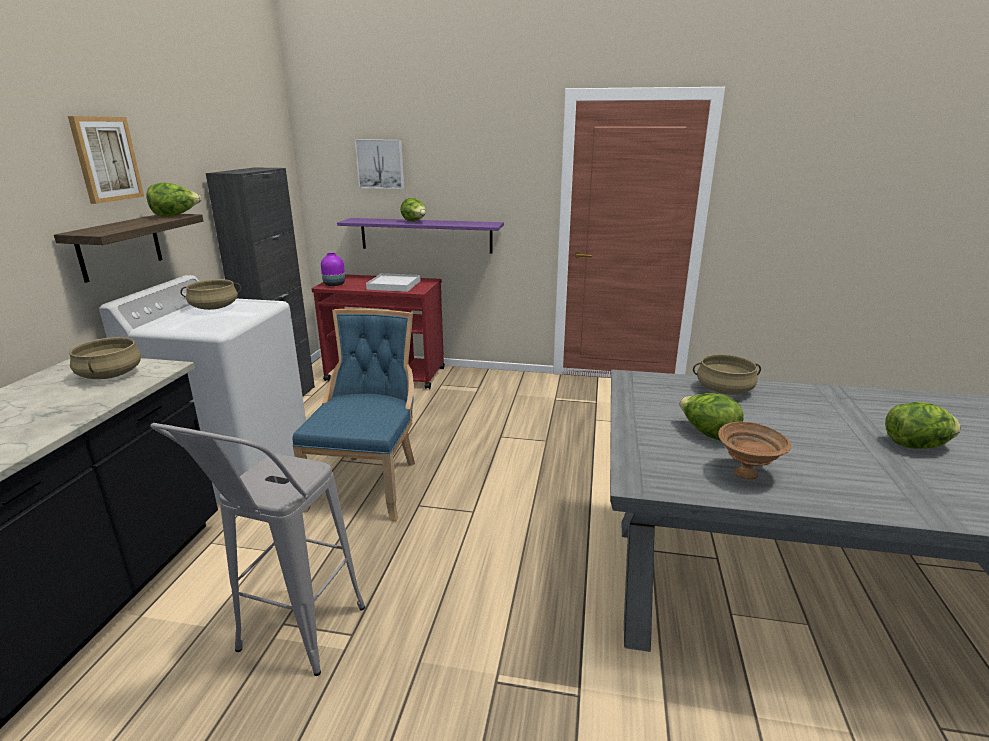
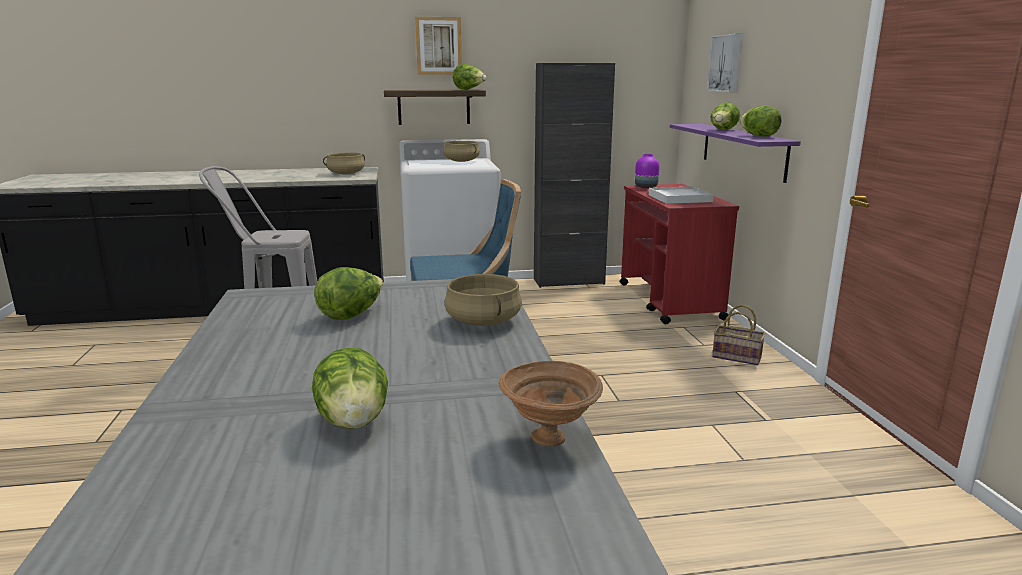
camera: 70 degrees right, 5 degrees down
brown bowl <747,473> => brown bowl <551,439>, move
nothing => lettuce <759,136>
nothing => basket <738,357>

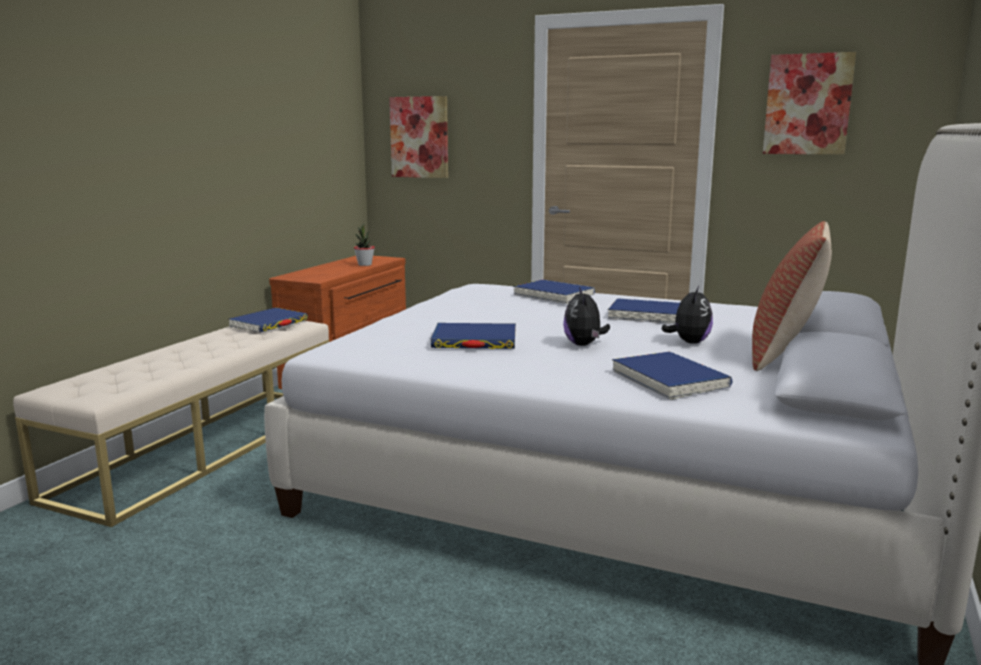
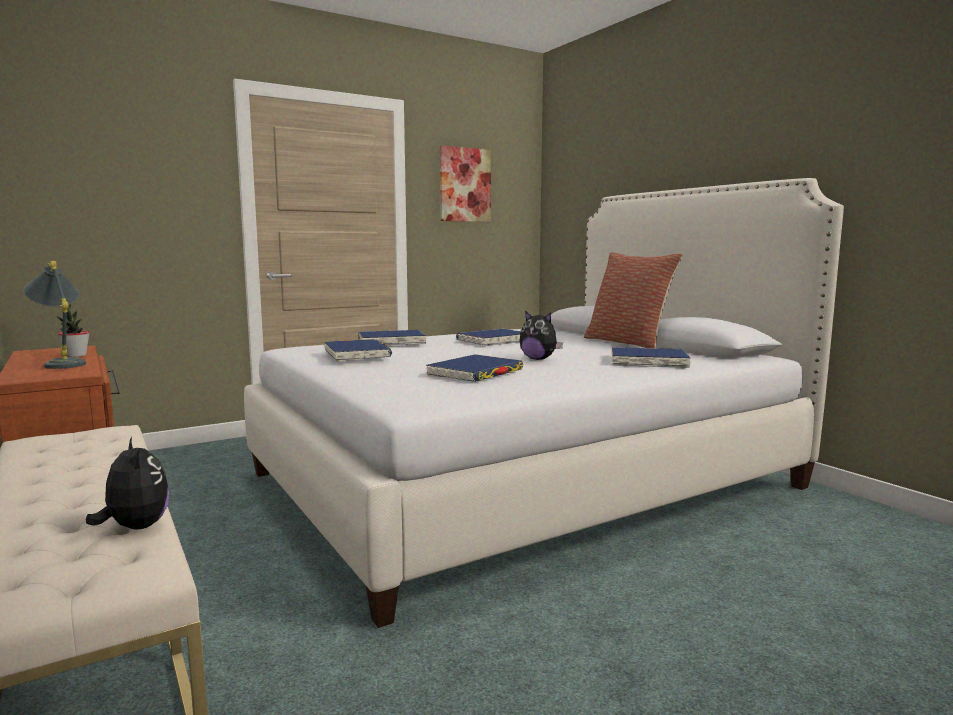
camera: 55 degrees left, 5 degrees down
picture <419,137> => nothing
plush toy <689,342> => plush toy <135,527>, move
blue book <269,324> => blue book <357,354>, move
nothing => grey table lamp <62,363>

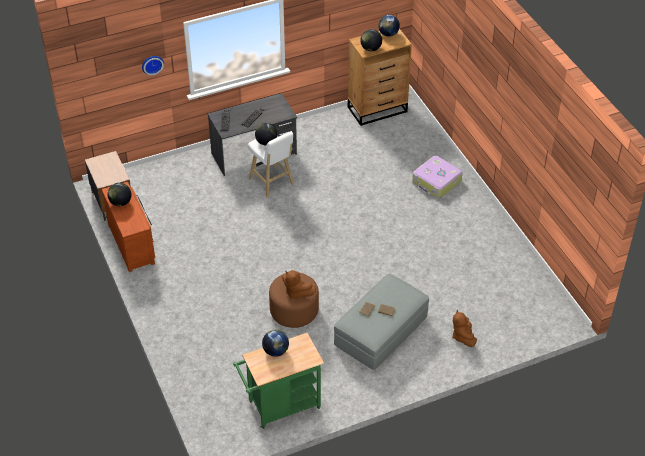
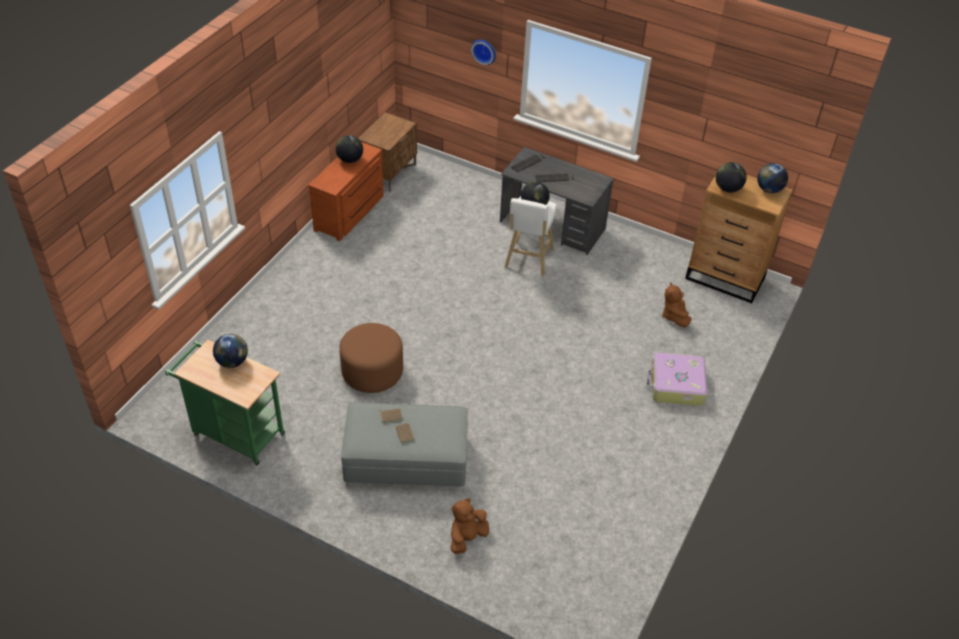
camera: 50 degrees right, 0 degrees up
brown plush toy <296,292> => brown plush toy <674,316>, move

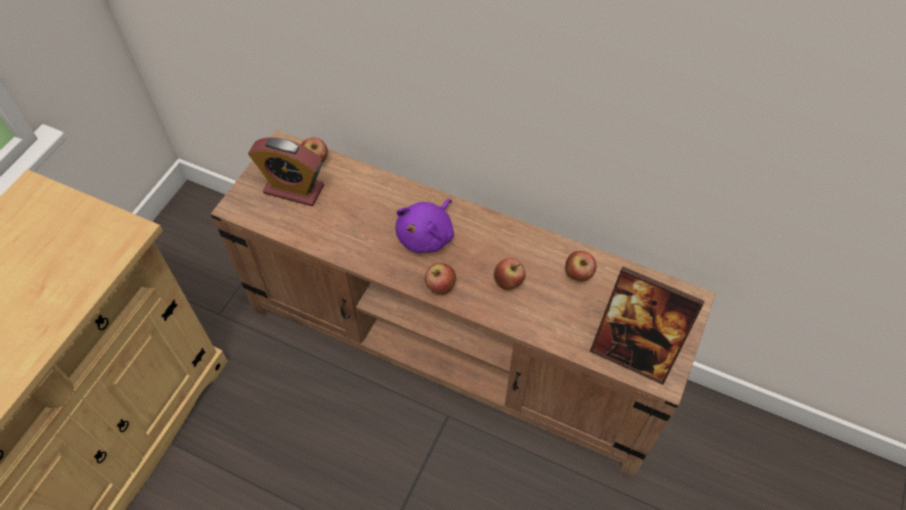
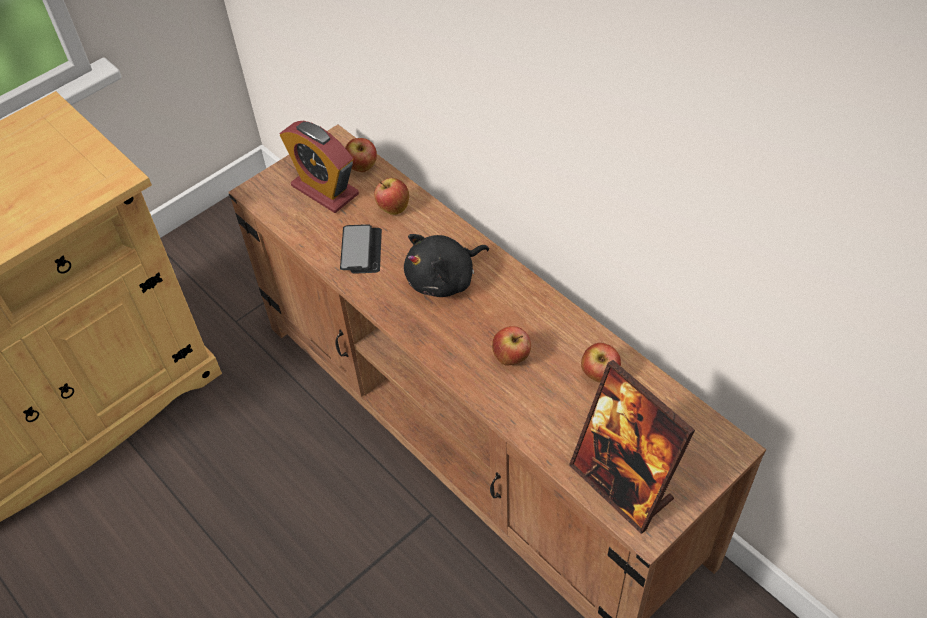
camera: 25 degrees right, 5 degrees down
purple plush toy <427,235> => black plush toy <444,279>
apple <440,287> => apple <393,208>, move
nothing => phone <361,250>

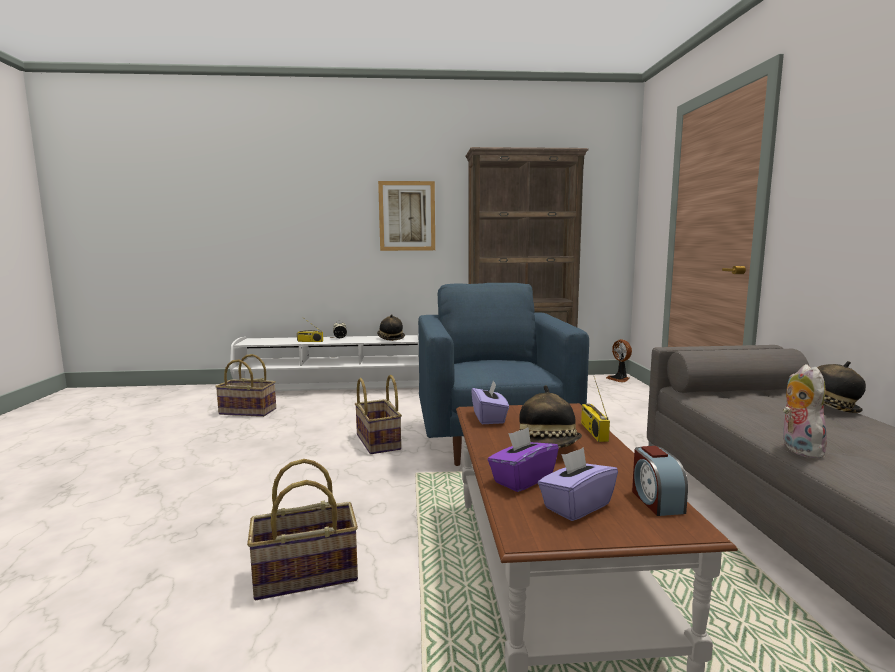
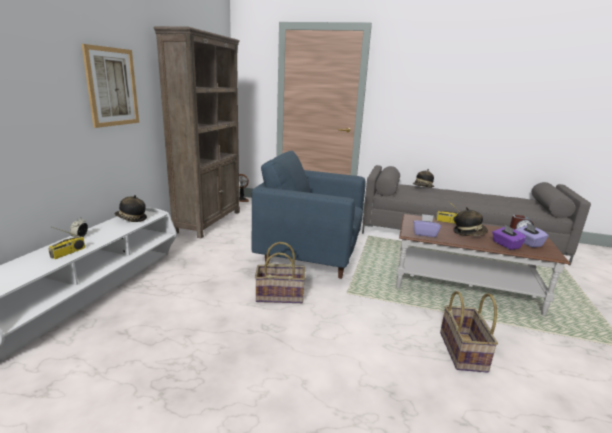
camera: 70 degrees left, 10 degrees up
basket <247,412> => nothing
plush toy <797,449> => nothing

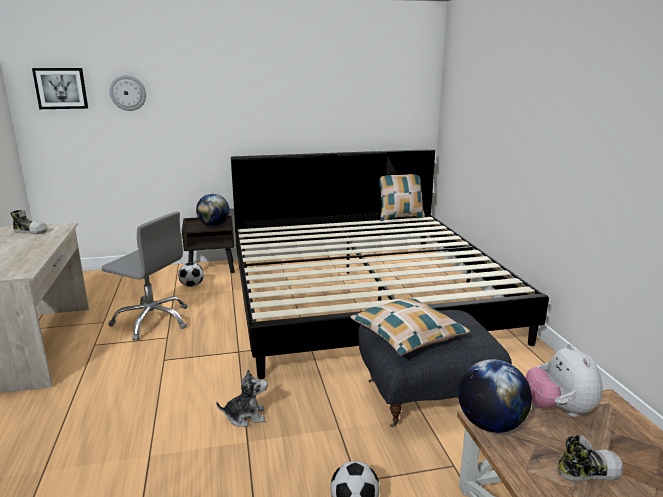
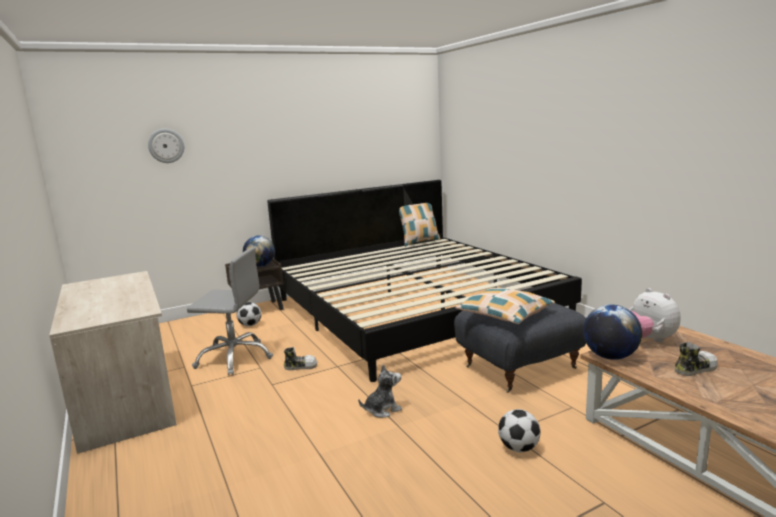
camera: 15 degrees left, 5 degrees down
picture <61,88> => nothing
shoe <31,231> => shoe <300,366>, move

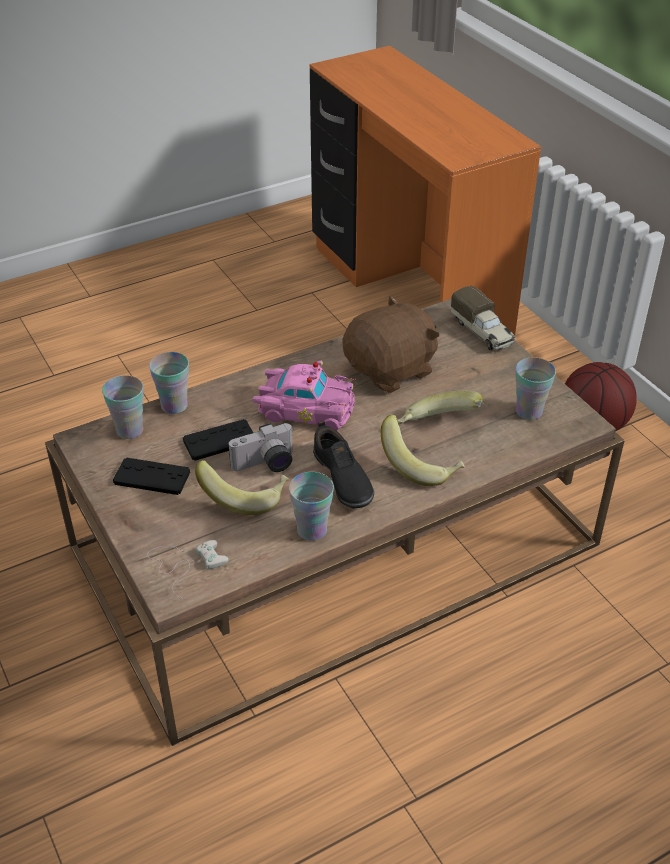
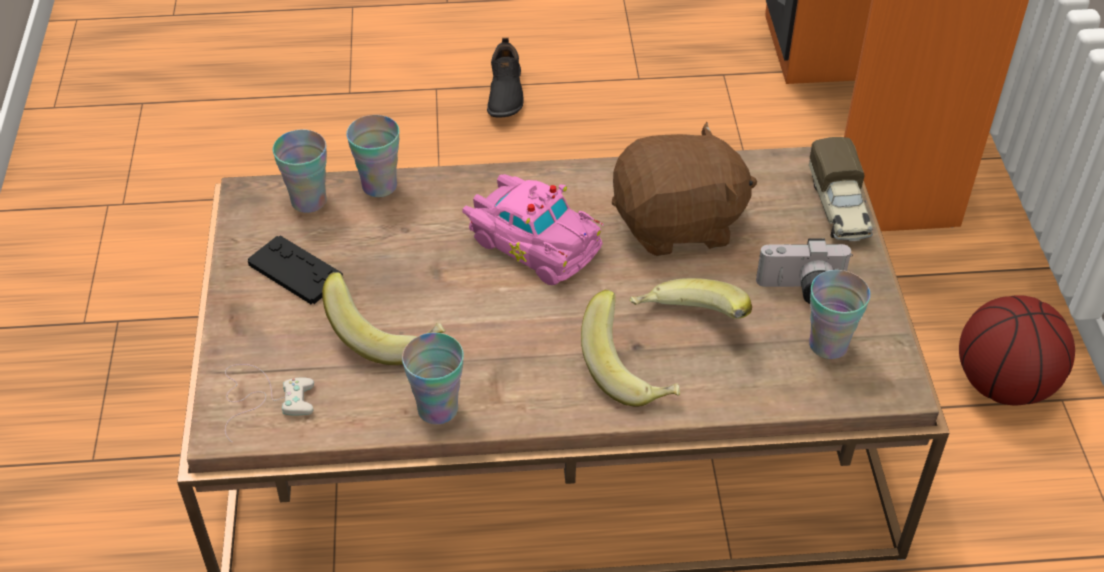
camera: 25 degrees right, 5 degrees up
black game controller <219,441> => nothing
black shoe <342,479> => black shoe <504,93>, move
photo camera <265,465> => photo camera <802,290>, move

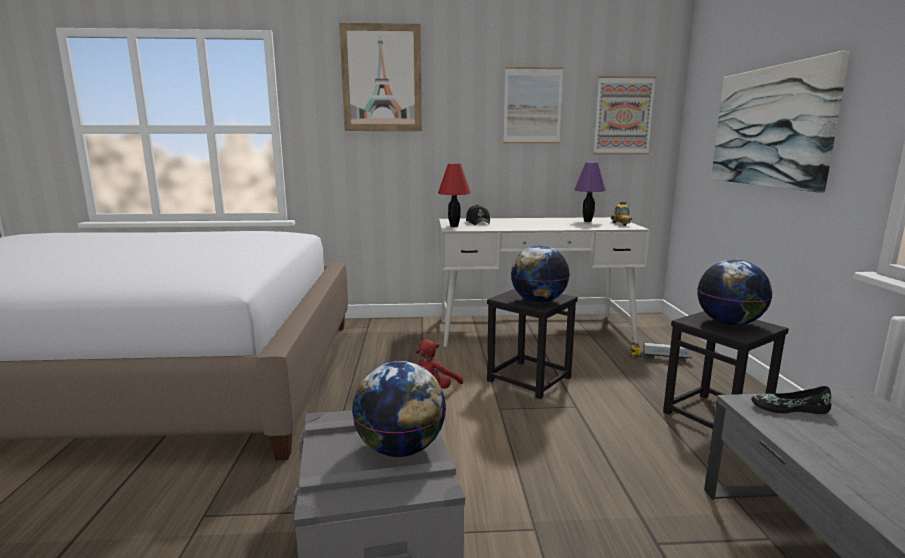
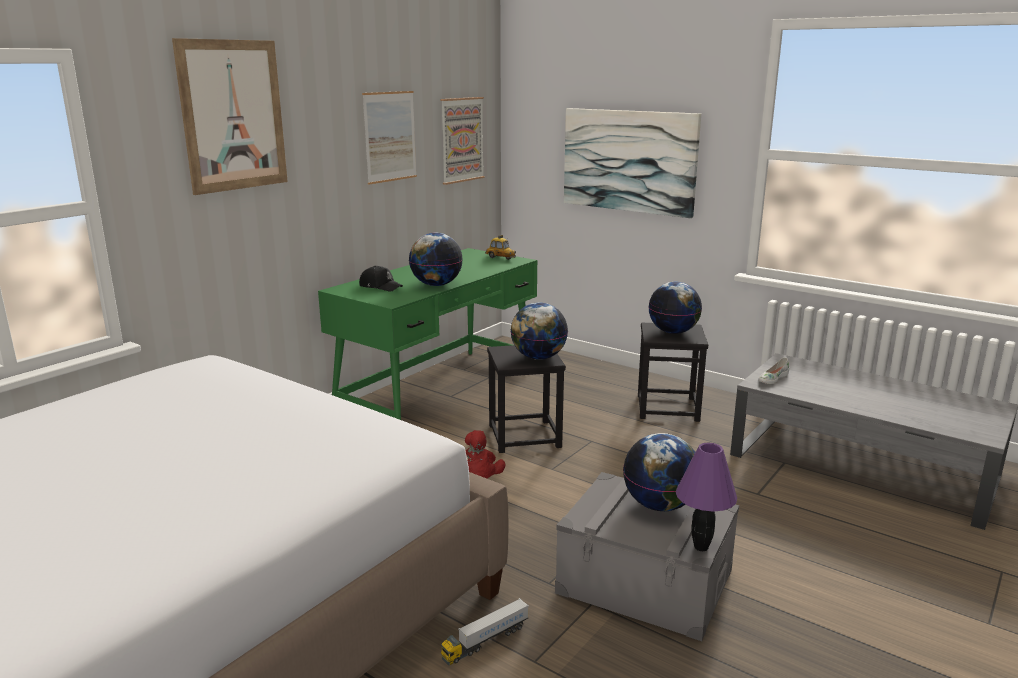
camera: 50 degrees left, 5 degrees up
purple table lamp <588,221> => purple table lamp <701,547>, move
red table lamp <454,226> => nothing
white desk <533,330> => green desk <440,391>
toy truck <659,358> => toy truck <485,641>, move
black shoe <788,408> => white shoe <772,378>
nothing => globe <436,285>

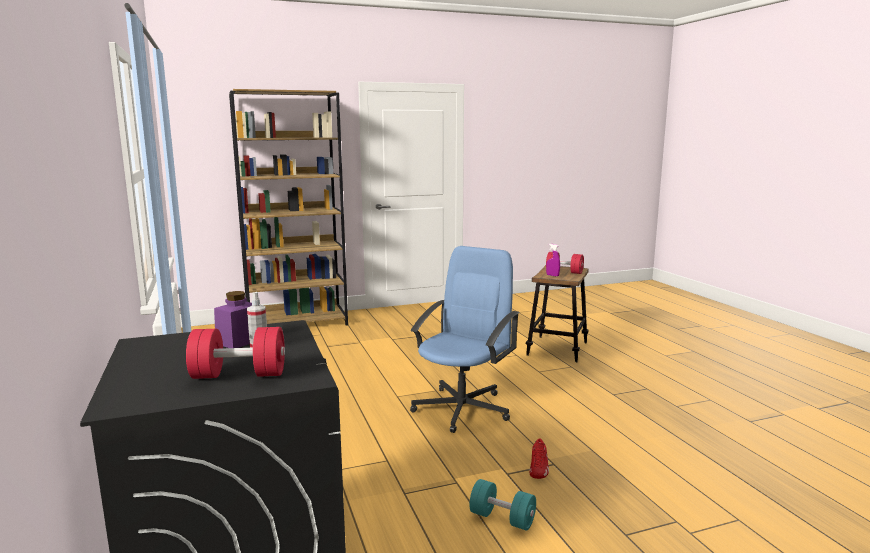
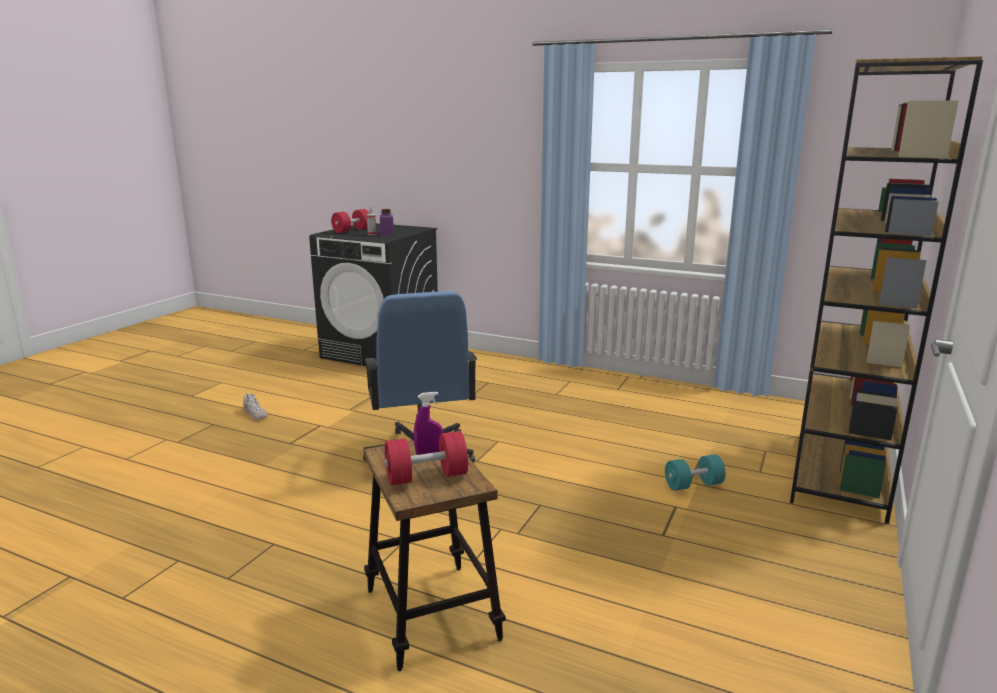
camera: 135 degrees right, 5 degrees up
red shoe <539,468> => nothing
turquoise dumbbell <502,518> => turquoise dumbbell <693,485>, move
nothing => white shoe <255,414>

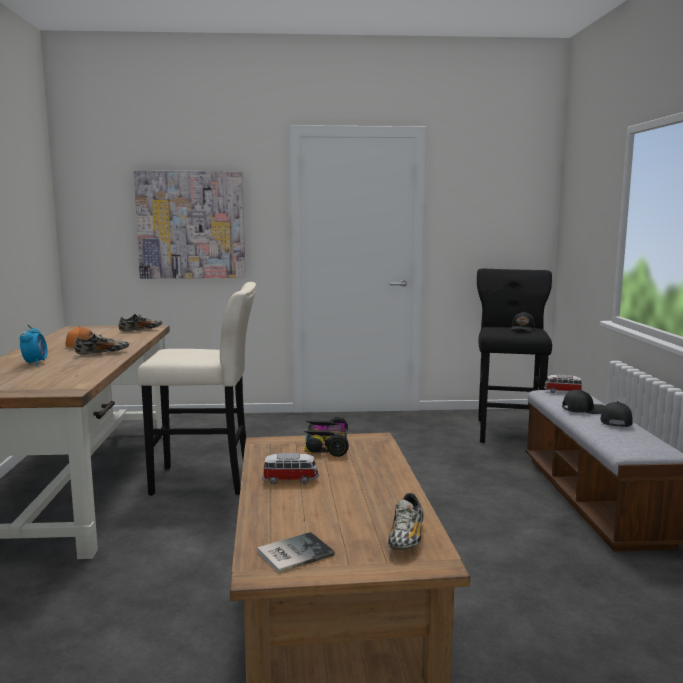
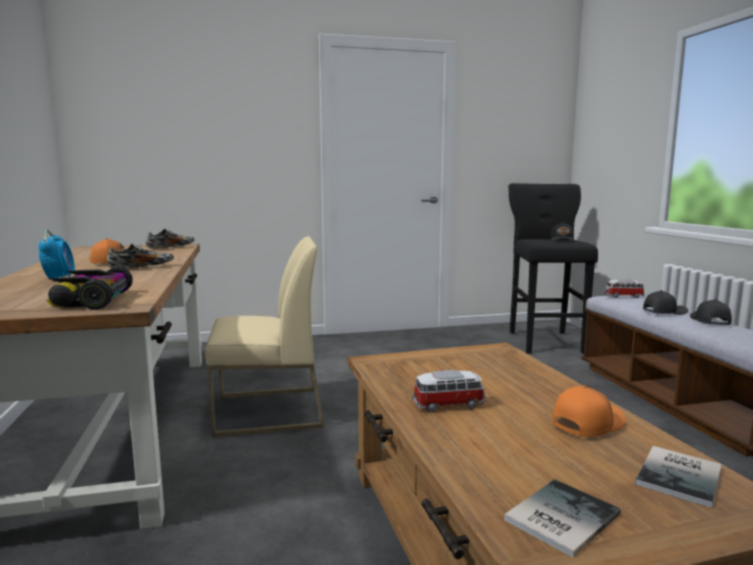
camera: 10 degrees left, 0 degrees up
picture <191,225> => nothing
beige stool <207,480> => beige chair <267,411>
toy car <326,445> => toy car <91,301>, move
shoe <406,538> => book <682,476>
nothing => orange cap <586,423>

